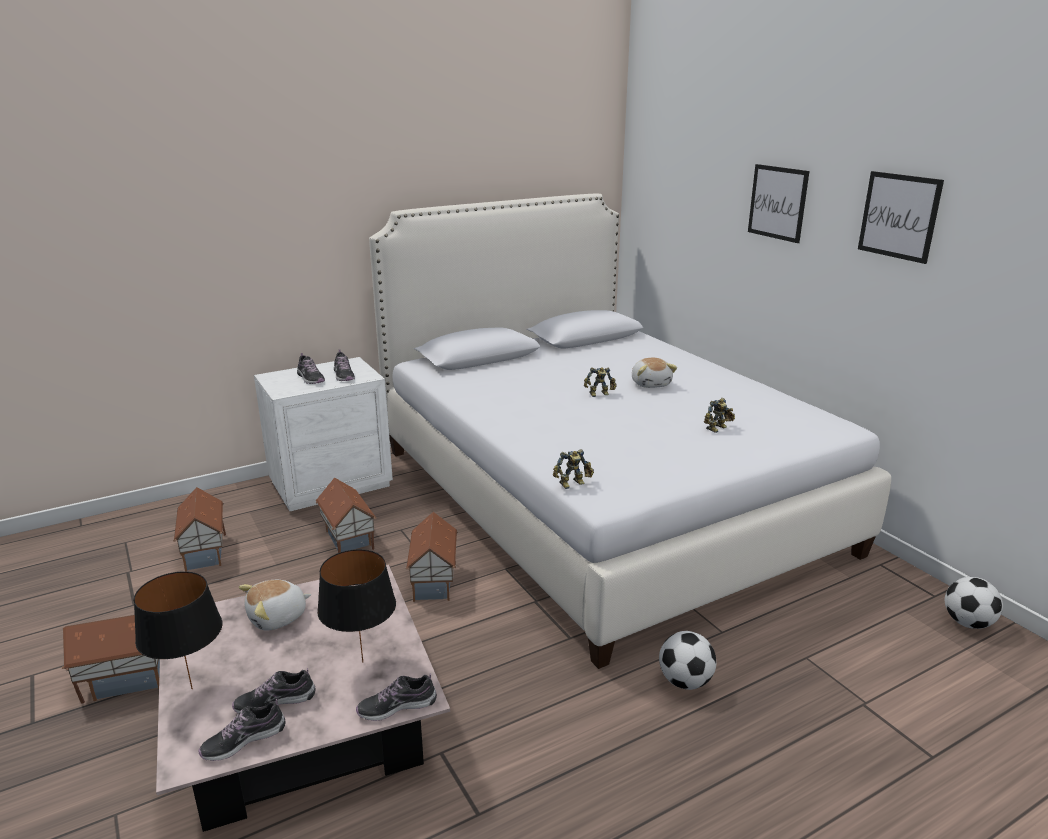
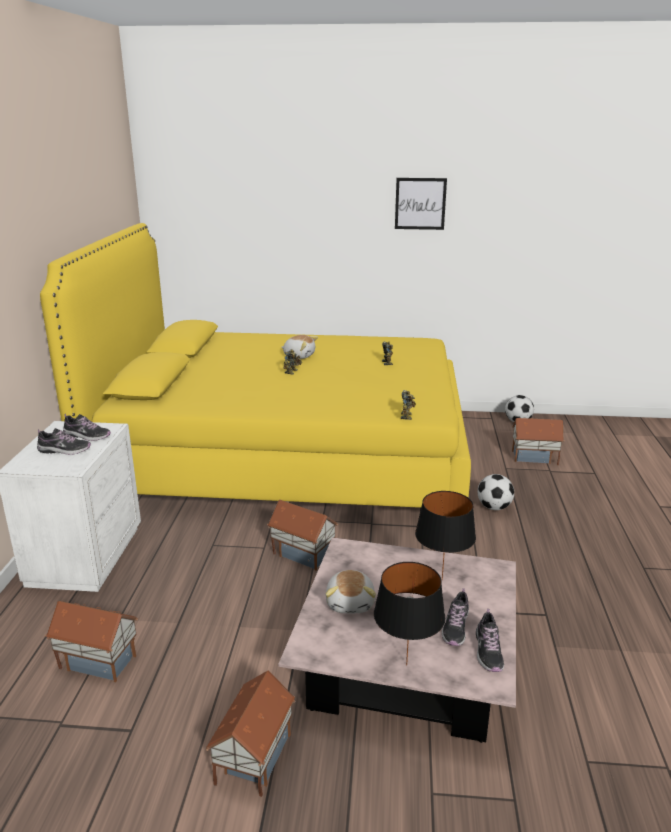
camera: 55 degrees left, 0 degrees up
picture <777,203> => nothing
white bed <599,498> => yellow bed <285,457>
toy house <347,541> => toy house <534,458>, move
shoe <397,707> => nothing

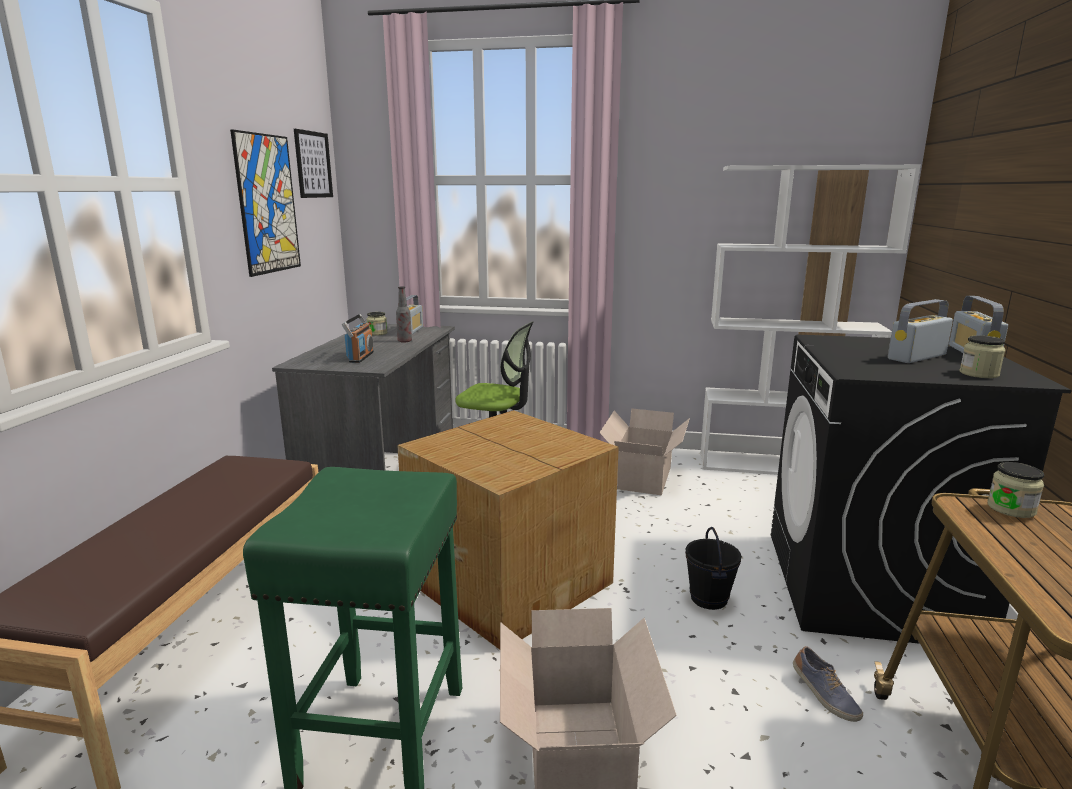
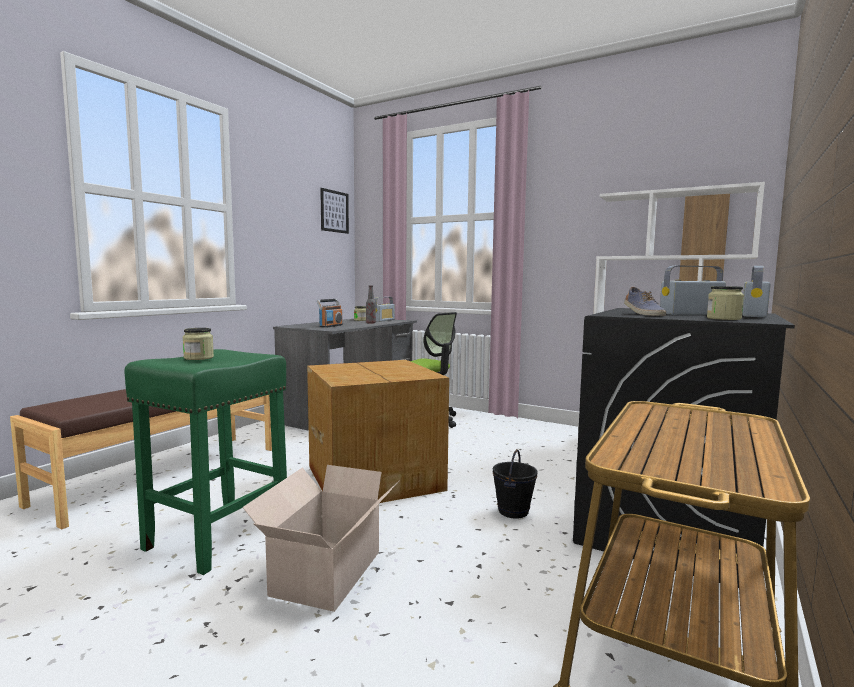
camera: 20 degrees right, 10 degrees down
picture <267,204> => nothing
cardboard box <642,478> => nothing
jar <1011,509> => jar <199,358>, move
shoe <824,695> => shoe <642,314>, move

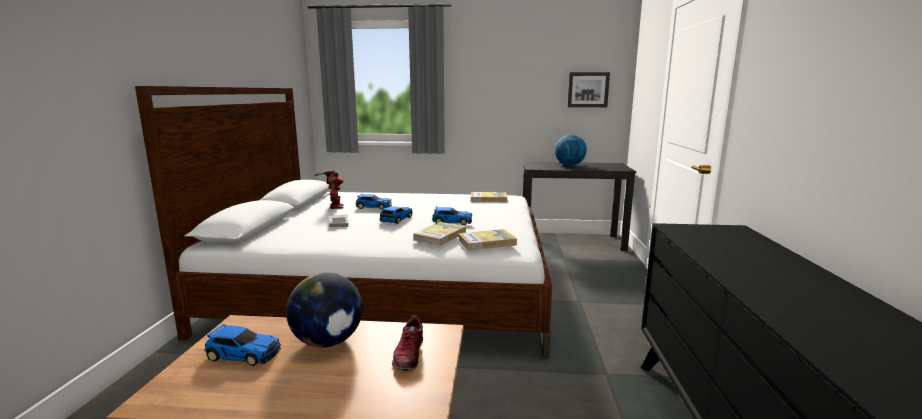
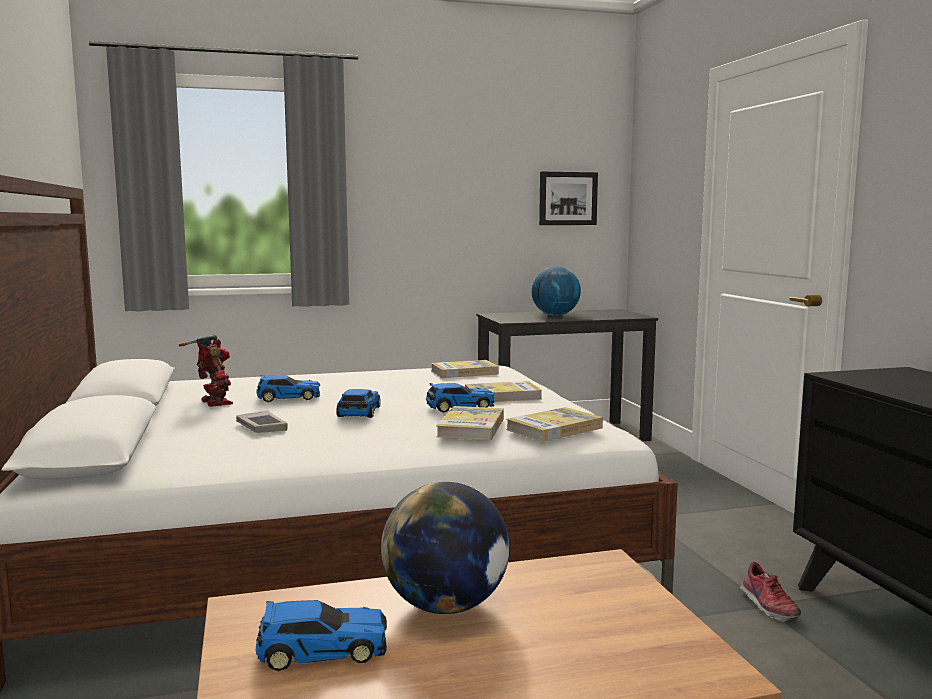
camera: 20 degrees left, 5 degrees down
shoe <408,354> => shoe <767,606>, move
nothing => book <502,396>

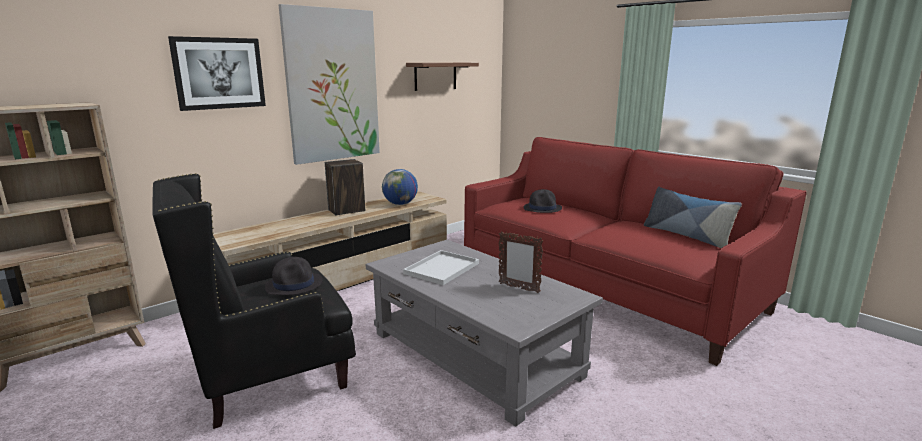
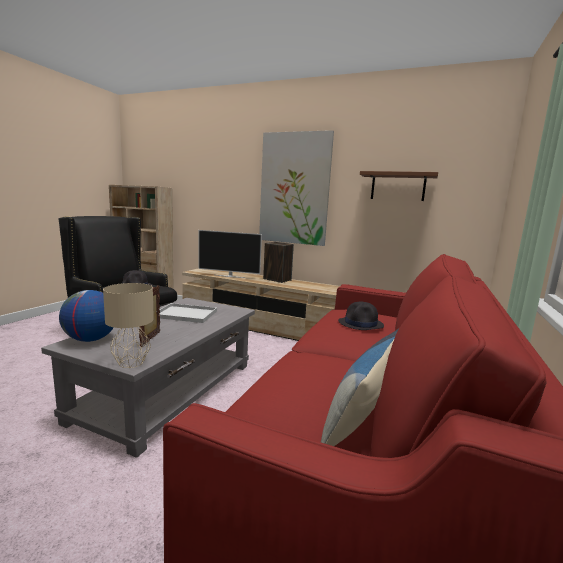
camera: 65 degrees right, 5 degrees down
picture <219,73> => nothing
globe <400,204> => globe <90,339>, move
nothing => television <229,276>
nothing => beige table lamp <130,363>

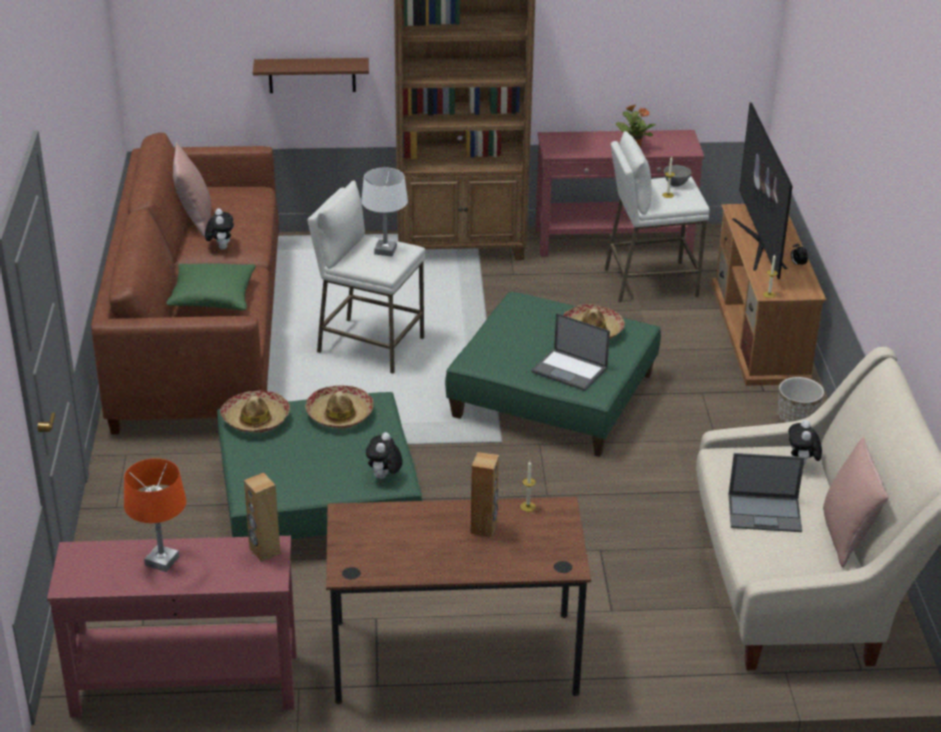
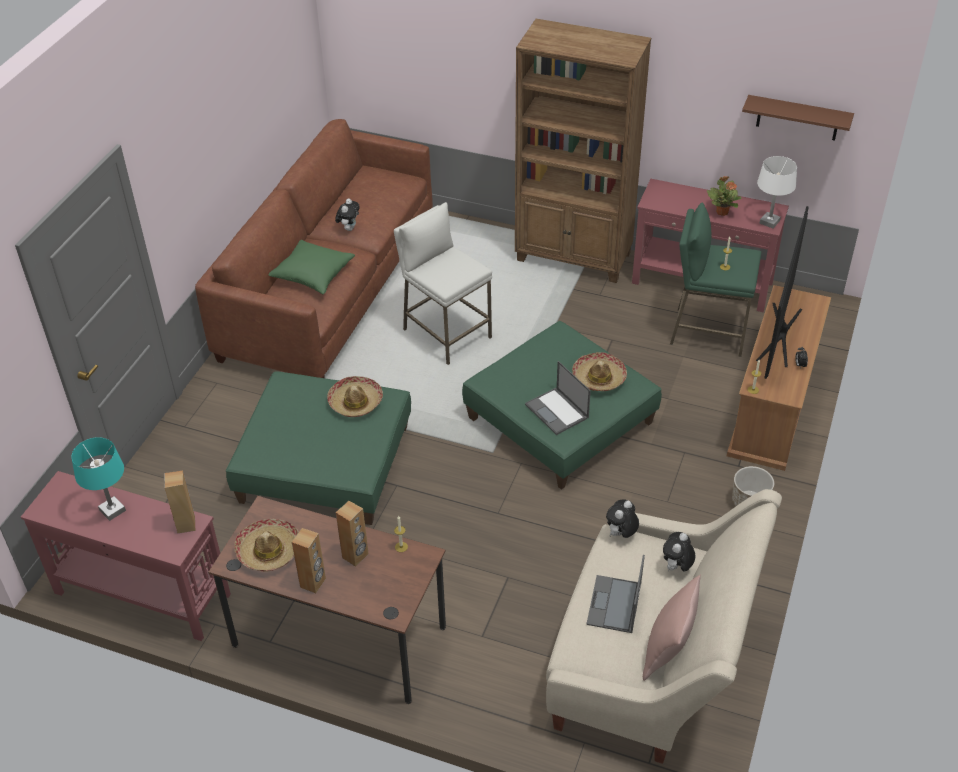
camera: 25 degrees right, 10 degrees up
brown shelf <312,75> => brown shelf <798,118>, move
white stool <650,282> => green stool <708,332>
pink pillow <195,219> => nothing
grey bowl <676,184> => nothing
white table lamp <385,251> => white table lamp <769,222>, move
hat <256,419> => hat <269,551>, move
plush toy <384,477> => plush toy <621,534>, move
laptop <765,513> => laptop <614,605>, 75 degrees clockwise
orange table lamp <162,561> => turquoise table lamp <112,510>
nothing => brown speaker <313,583>

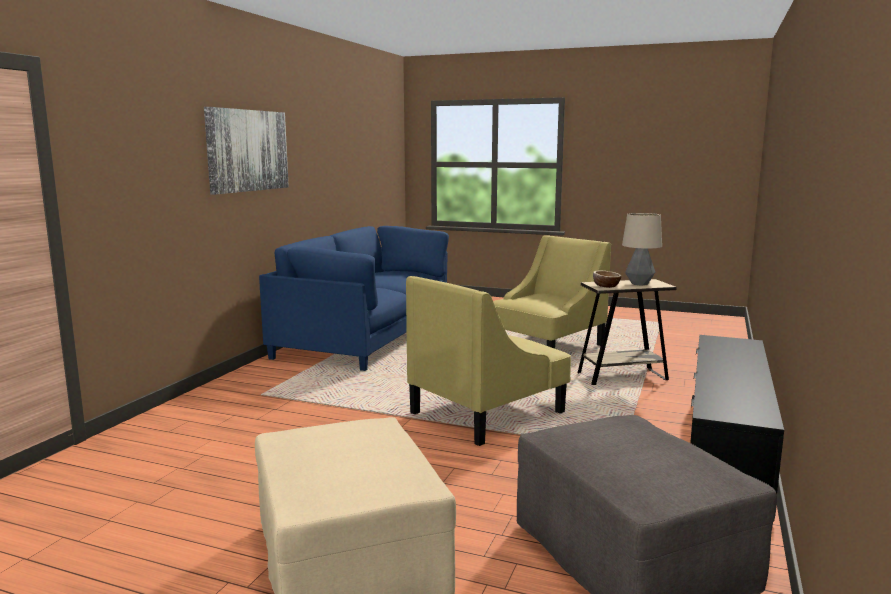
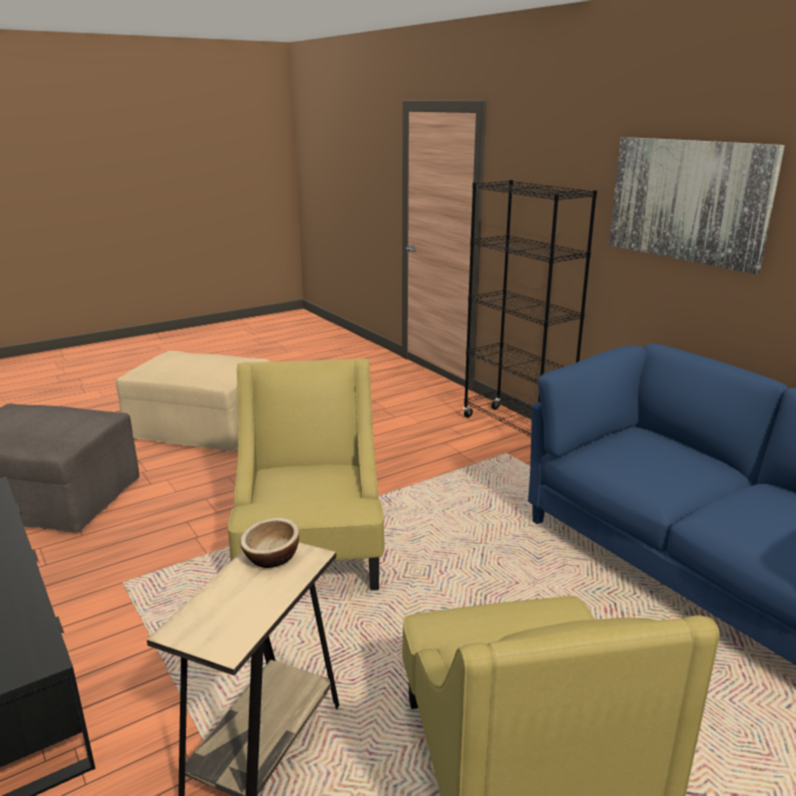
camera: 125 degrees right, 10 degrees up
table lamp <639,284> => nothing
nothing => black bookcase <515,430>

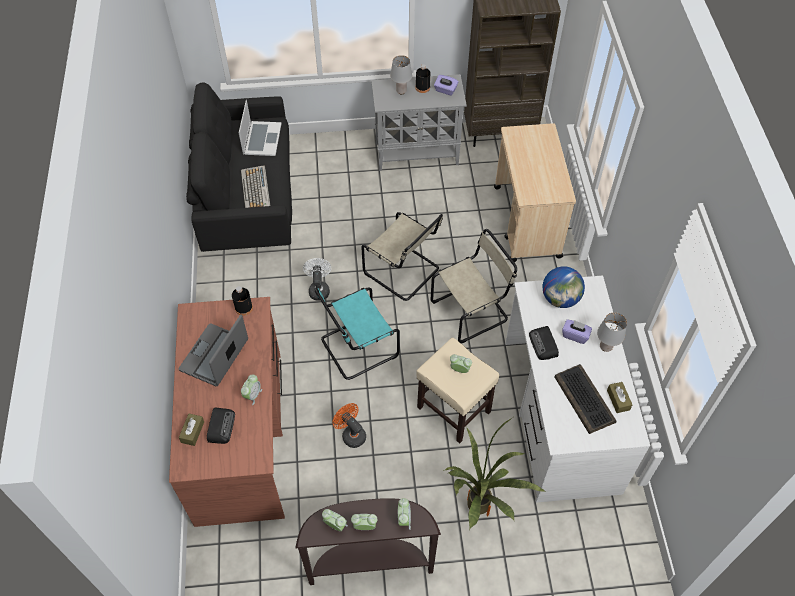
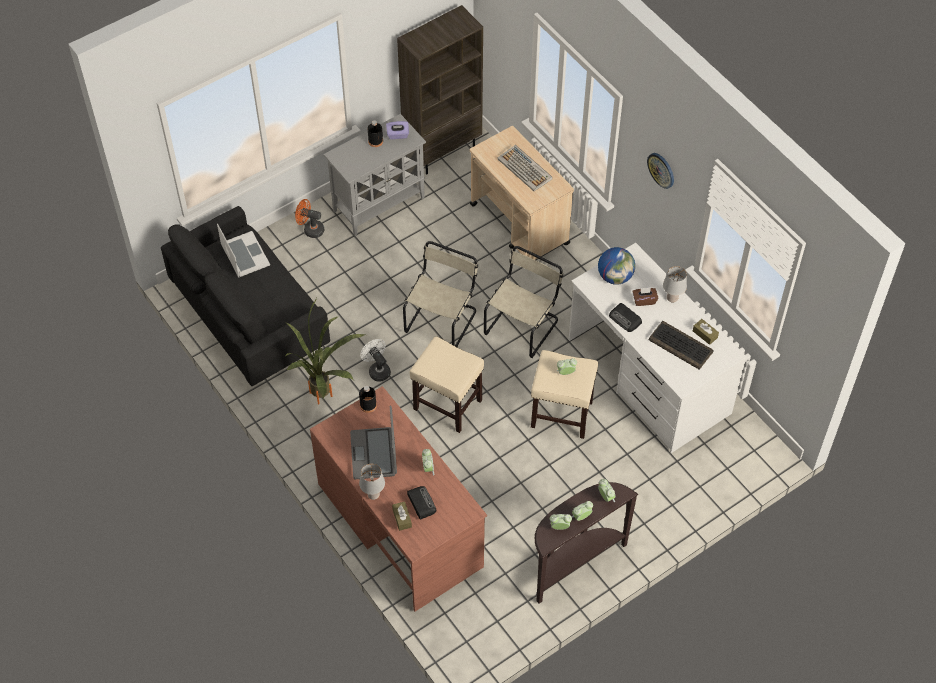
camera: 30 degrees left, 0 degrees up
grey table lamp <401,91> => grey table lamp <373,495>, move
keyboard <256,190> => keyboard <525,169>, move
beige chair <404,272> => beige chair <442,319>, 75 degrees counterclockwise
turquoise chair <356,348> => beige stool <446,404>
purple tissue box <575,335> => brown tissue box <644,300>
orange fan <351,434> => orange fan <310,229>, move
potted plant <476,515> => potted plant <322,400>, move
nothing => wall clock <661,170>

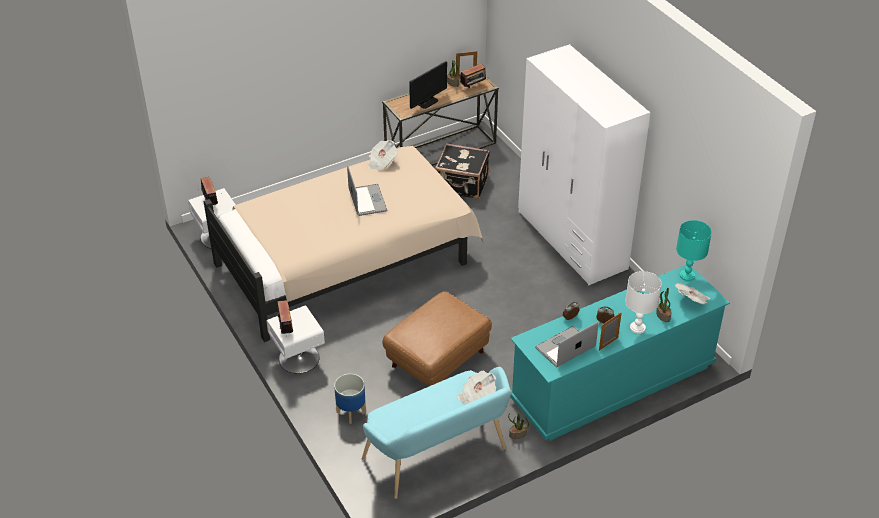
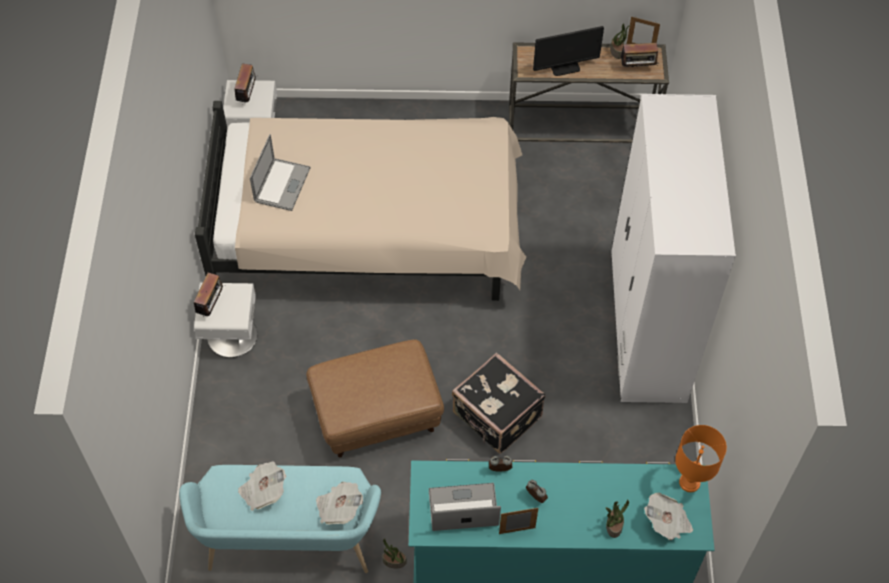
camera: 30 degrees right, 15 degrees up
newspaper <381,162> => newspaper <263,491>, move
black suitcase <462,185> => black suitcase <496,416>, move
laptop <367,200> => laptop <282,184>, move
turquoise table lamp <687,275> => orange table lamp <690,482>
white table lamp <637,327> => nothing
planter <351,412> => nothing

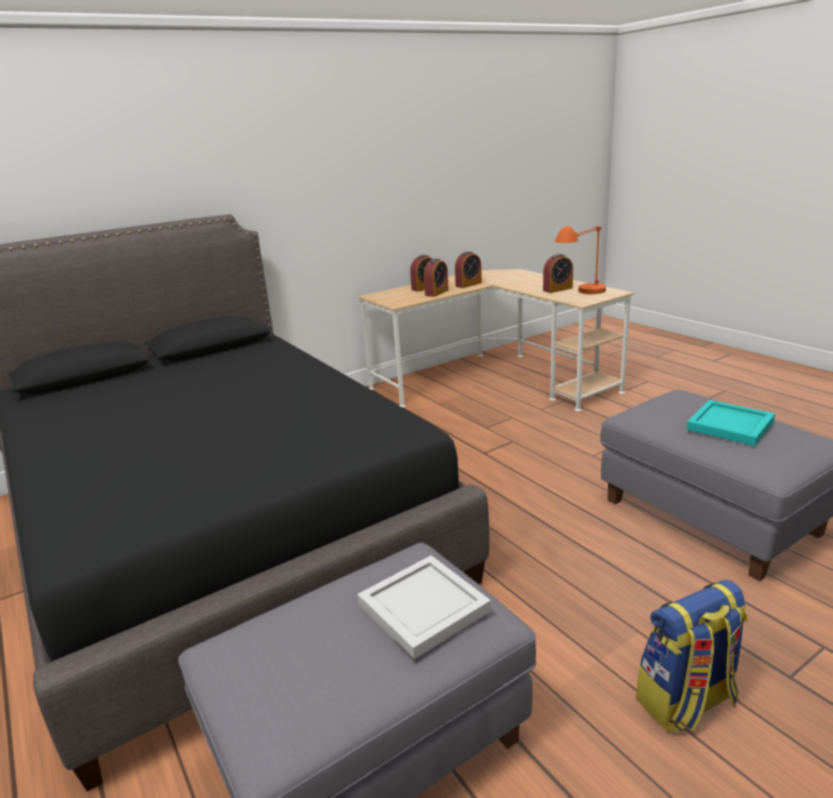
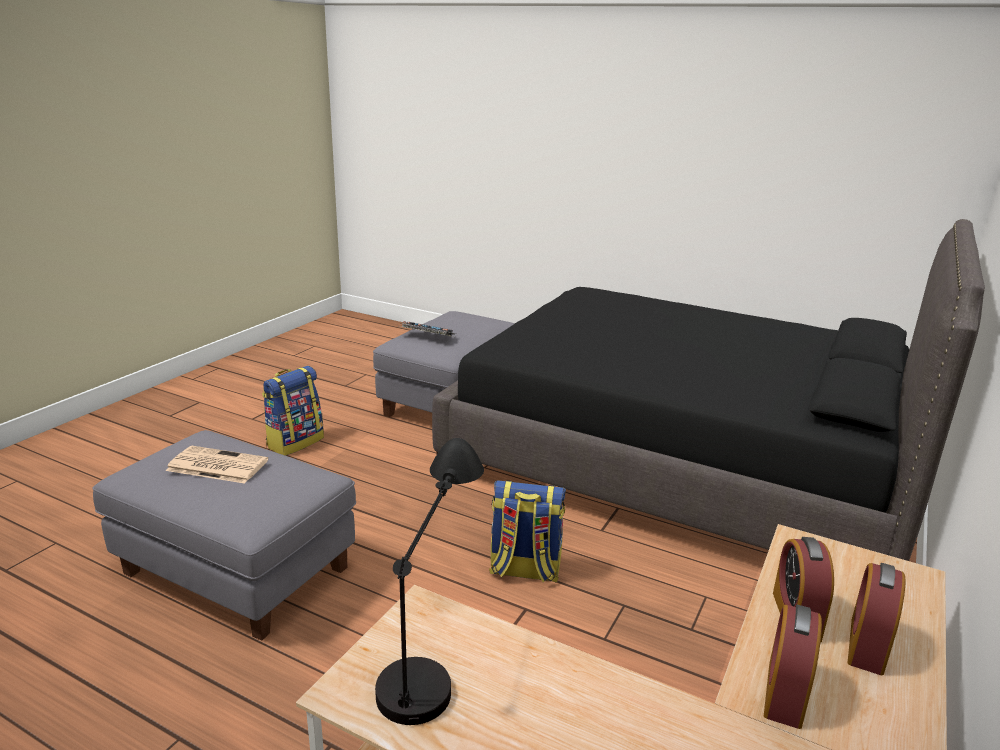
camera: 150 degrees right, 0 degrees up
orange table lamp <580,296> => black table lamp <433,646>
alarm clock <557,289> => nothing
turquoise tray <731,425> => newspaper <216,465>
white tray <426,608> => keyboard <425,336>
nothing => backpack <524,570>

